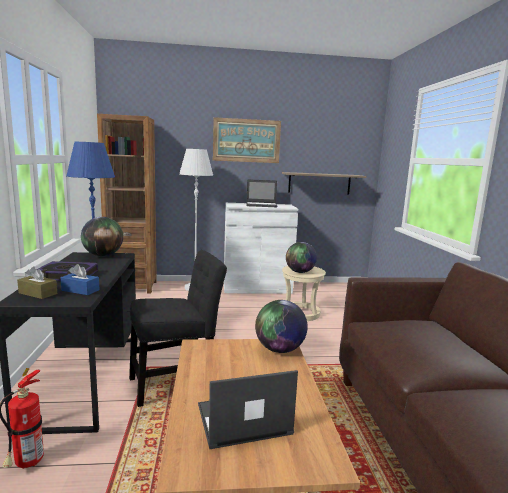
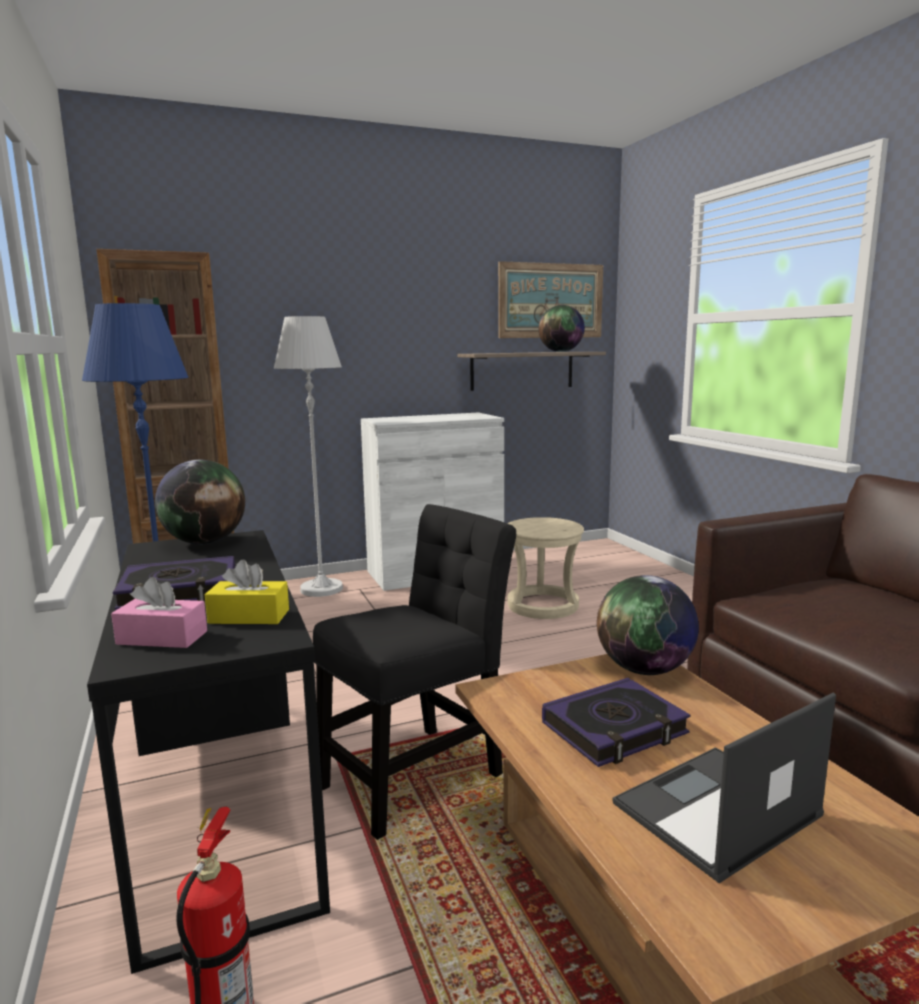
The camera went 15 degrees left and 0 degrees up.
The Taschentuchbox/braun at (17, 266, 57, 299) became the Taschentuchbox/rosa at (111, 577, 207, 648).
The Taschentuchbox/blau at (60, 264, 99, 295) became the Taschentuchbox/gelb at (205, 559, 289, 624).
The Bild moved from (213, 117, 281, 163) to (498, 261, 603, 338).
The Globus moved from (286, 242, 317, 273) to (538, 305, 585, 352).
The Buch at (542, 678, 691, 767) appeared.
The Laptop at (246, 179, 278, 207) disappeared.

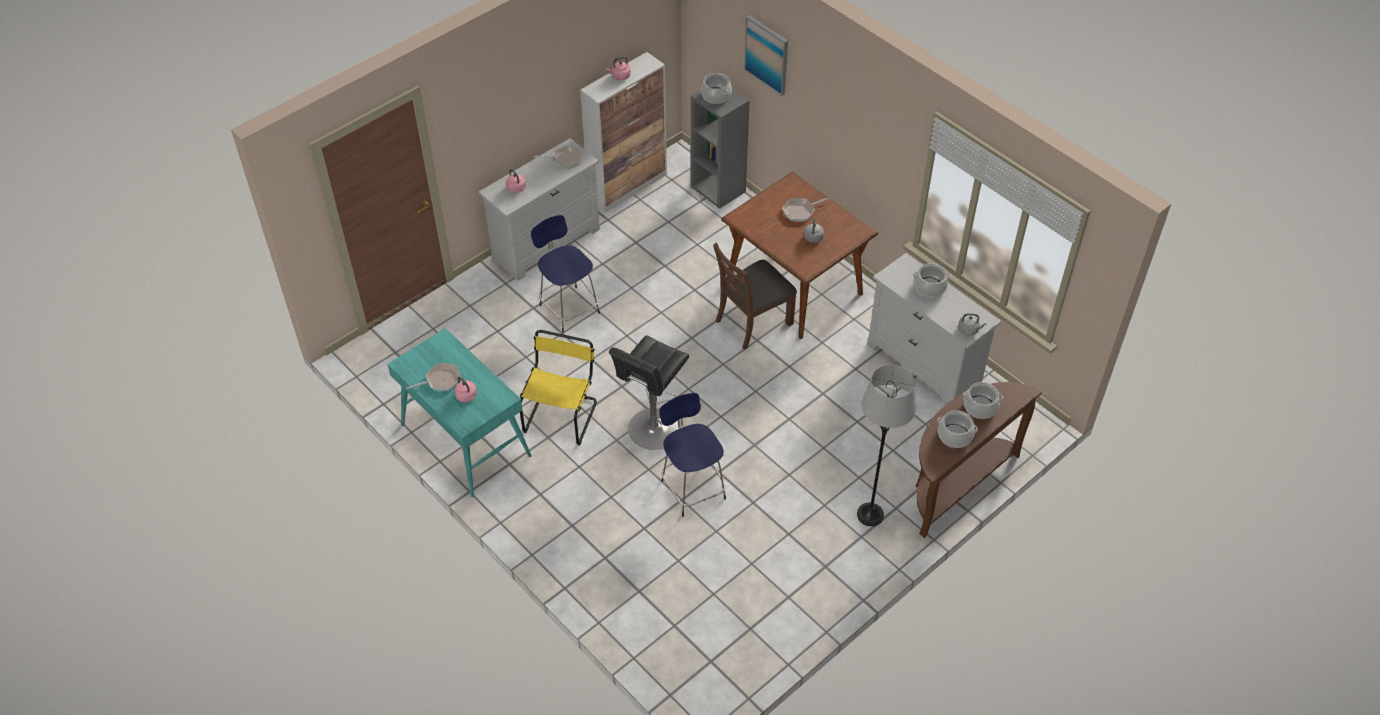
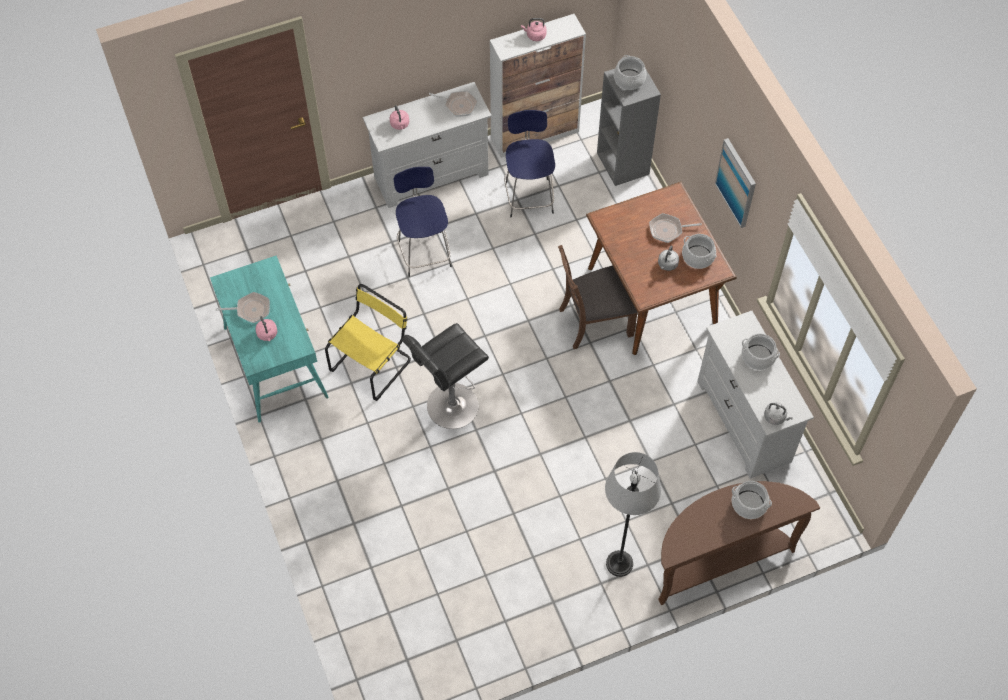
The camera went 20 degrees right and 10 degrees up.
The Hocker/blau moved from (659, 393, 726, 517) to (504, 110, 555, 217).
The Kochtopf moved from (937, 410, 978, 448) to (682, 234, 717, 269).
The Bild moved from (744, 15, 788, 96) to (715, 138, 756, 228).

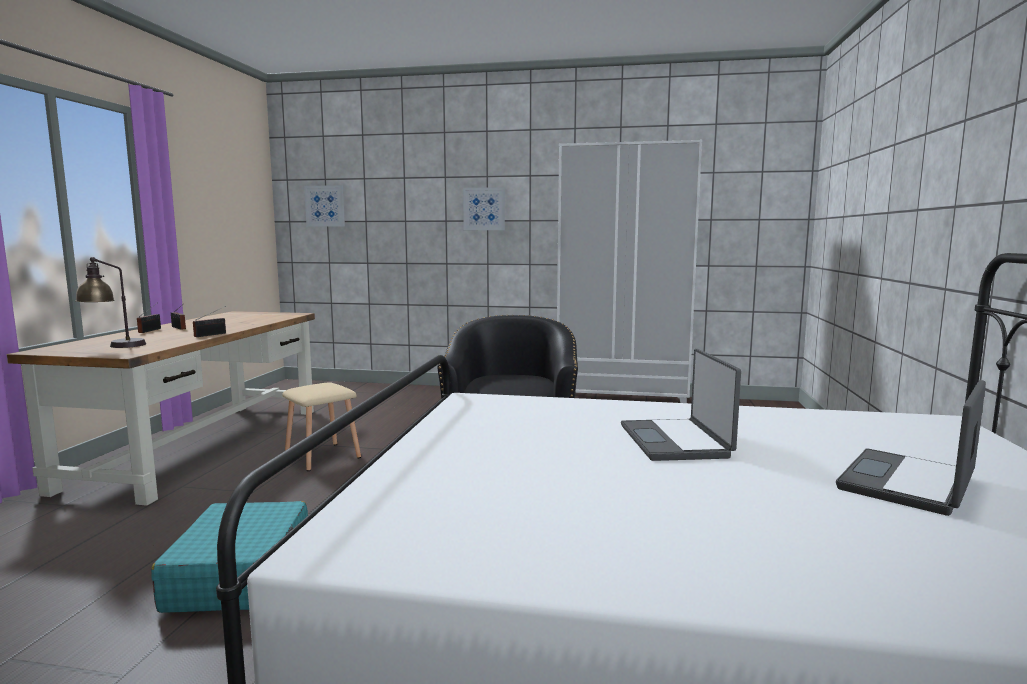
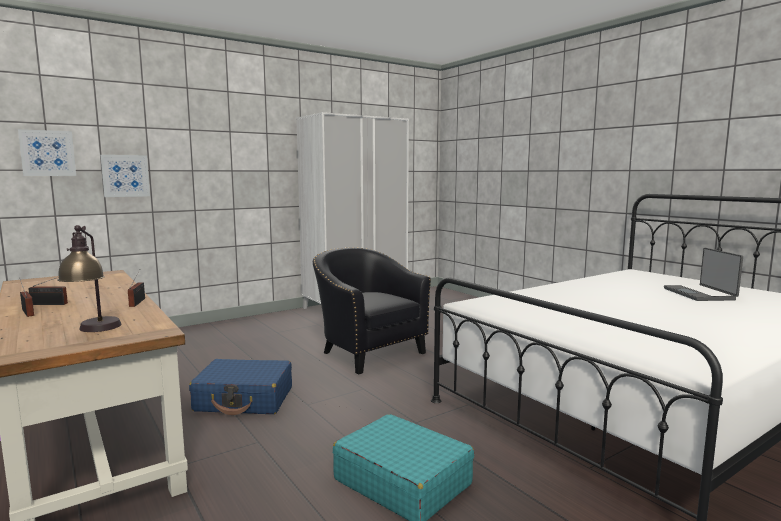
The camera went 45 degrees left and 0 degrees up.
The Bild moved from (463, 187, 505, 230) to (100, 155, 150, 197).
The Hocker/beige at (282, 382, 361, 471) was replaced by the Koffer/blau at (189, 359, 292, 415).
The Laptop at (621, 349, 741, 461) disappeared.

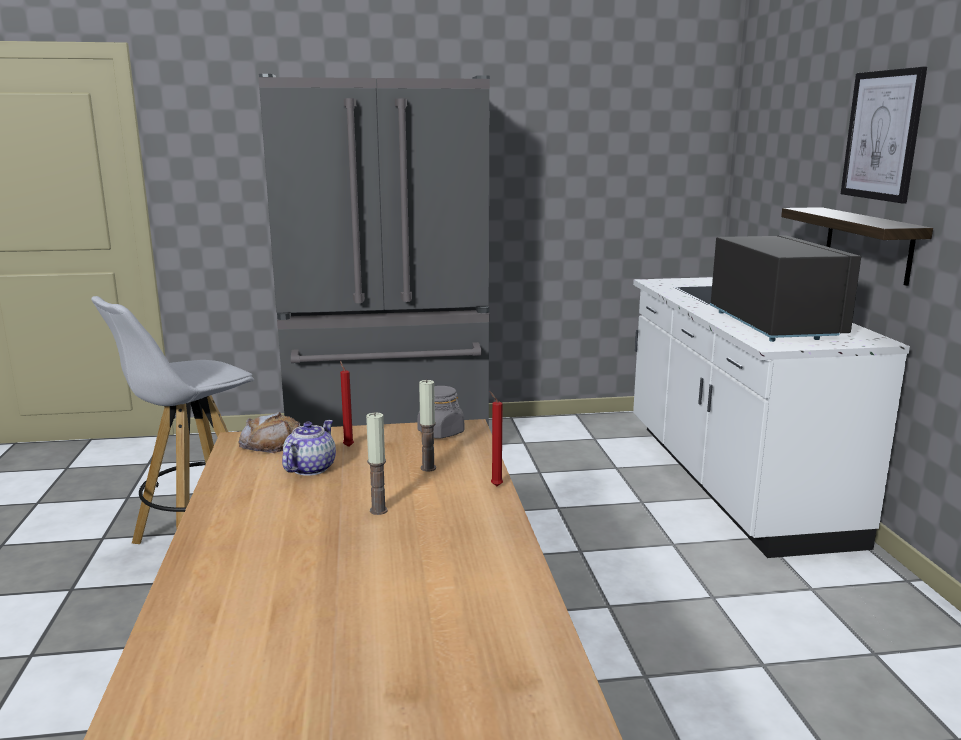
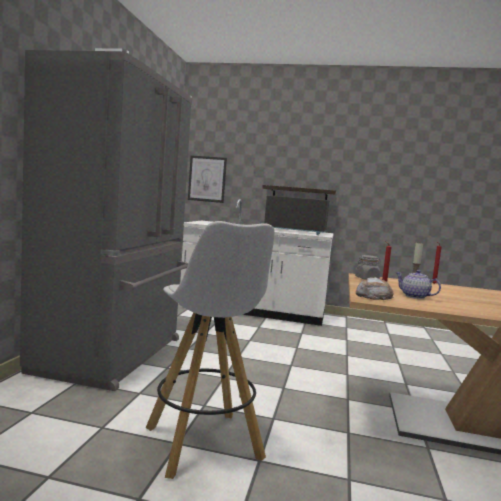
The camera went 70 degrees left and 10 degrees down.
The Bild moved from (841, 67, 927, 203) to (188, 155, 227, 203).
The Kerze at (366, 412, 388, 515) disappeared.

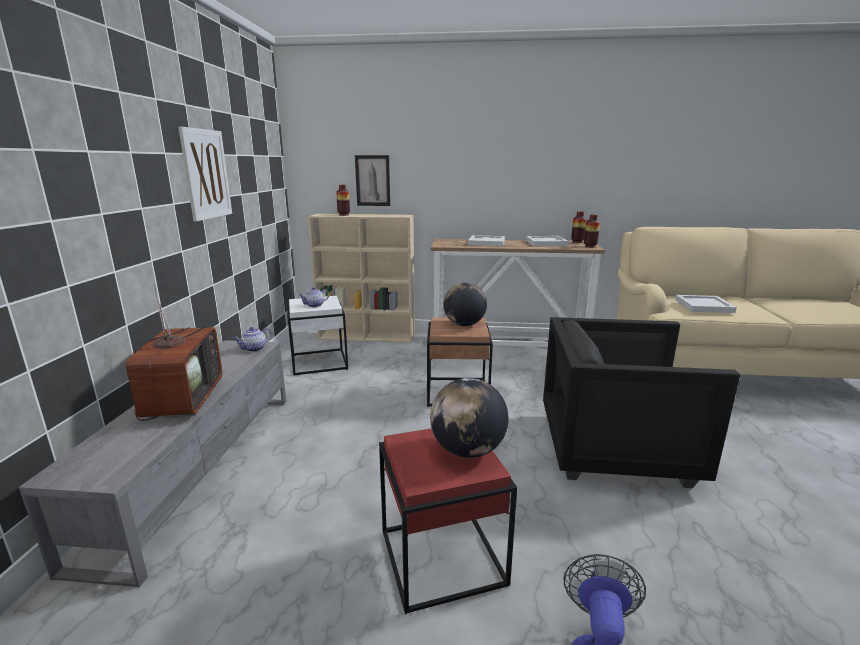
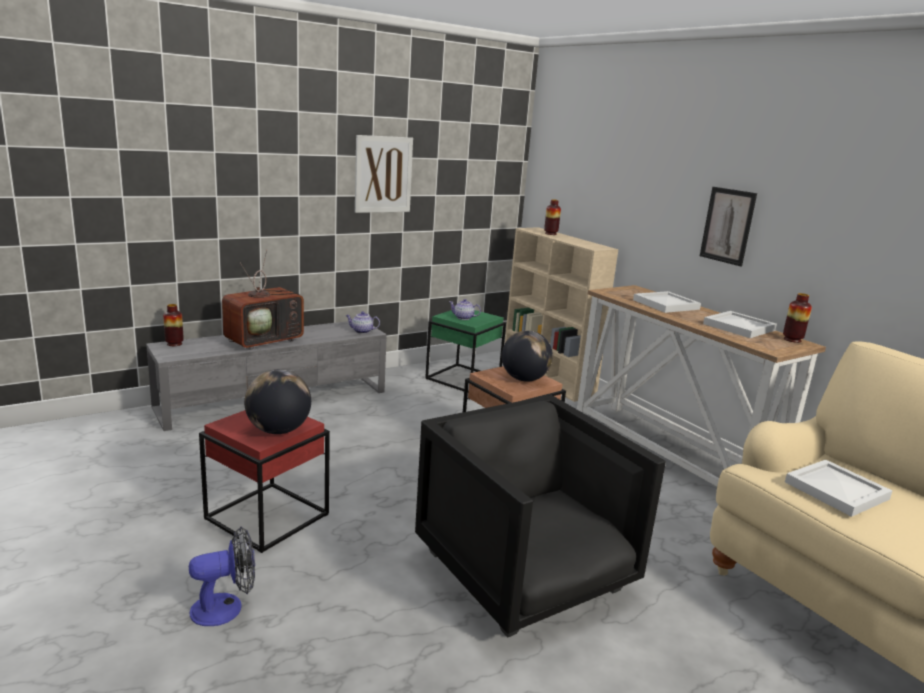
The camera went 50 degrees right and 0 degrees up.
The Vase moved from (584, 214, 600, 248) to (163, 304, 184, 346).
The Beistelltisch/weiß at (287, 296, 348, 376) became the Beistelltisch/grün at (425, 310, 506, 391).
The Bild moved from (355, 155, 390, 206) to (700, 187, 757, 266).

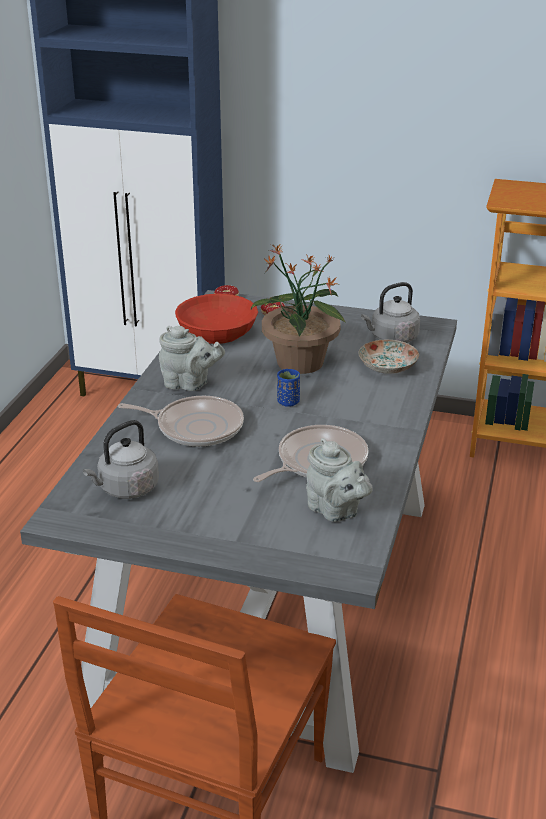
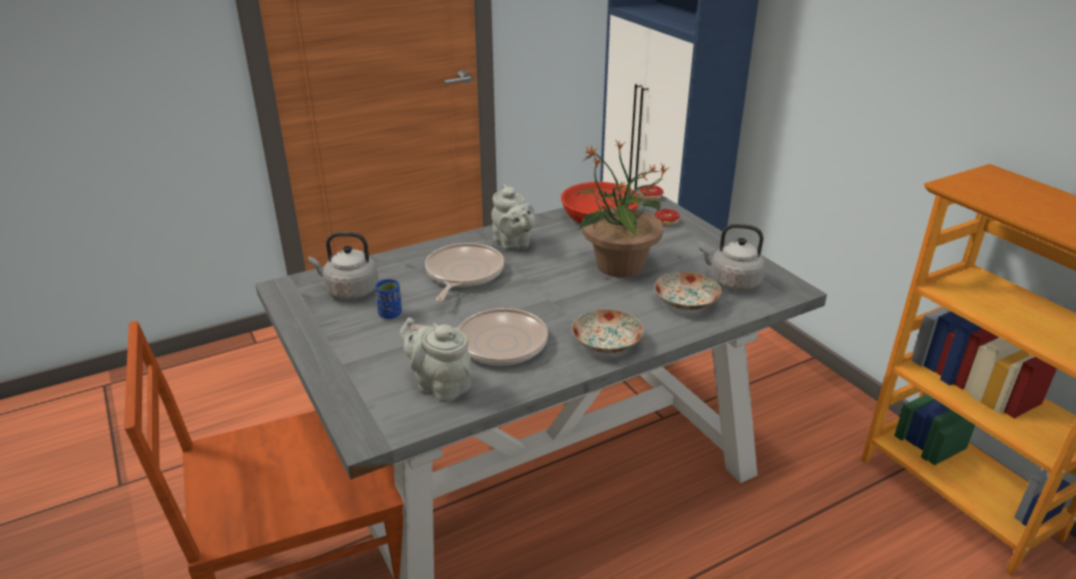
The camera went 45 degrees right and 0 degrees up.
The Tasse/blau moved from (277, 369, 300, 407) to (375, 279, 402, 319).
The Teekanne/grau at (306, 438, 373, 522) turned 120 degrees clockwise.
The Pfanne at (118, 396, 244, 447) turned 135 degrees counterclockwise.
The Teller at (572, 309, 644, 353) appeared.

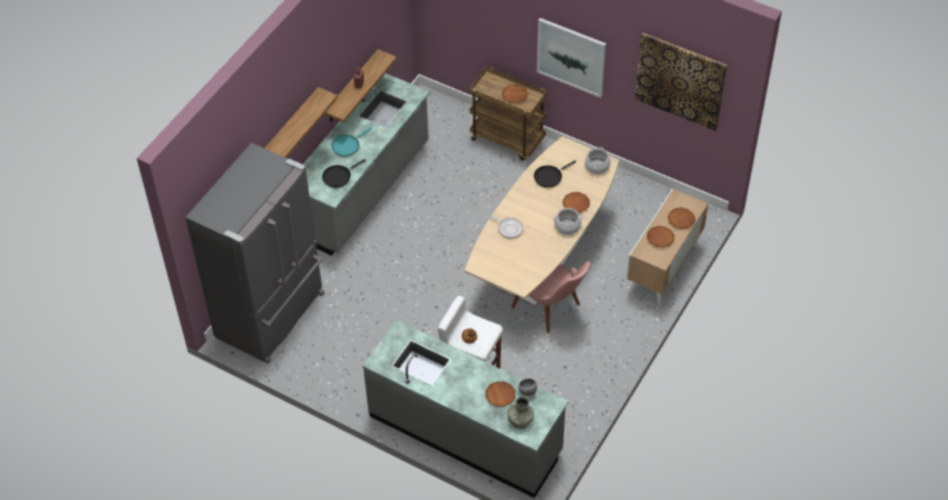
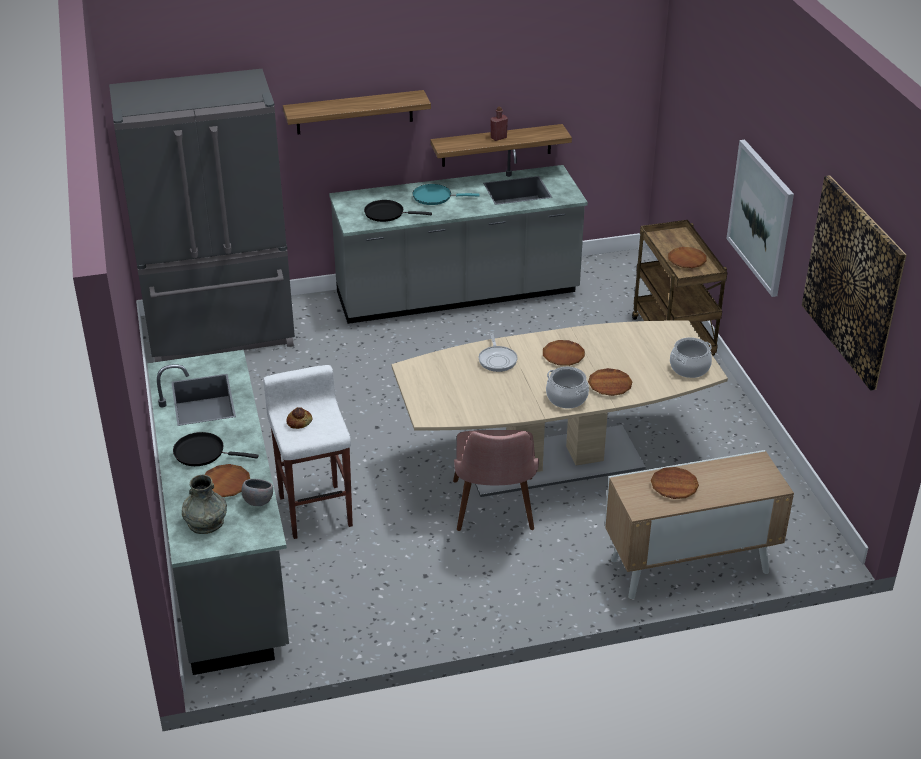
The camera went 45 degrees right and 15 degrees down.
The Pfanne/schwarz moved from (534, 160, 576, 188) to (173, 432, 258, 466).
The Teller/braun moved from (668, 208, 695, 229) to (543, 340, 585, 366).

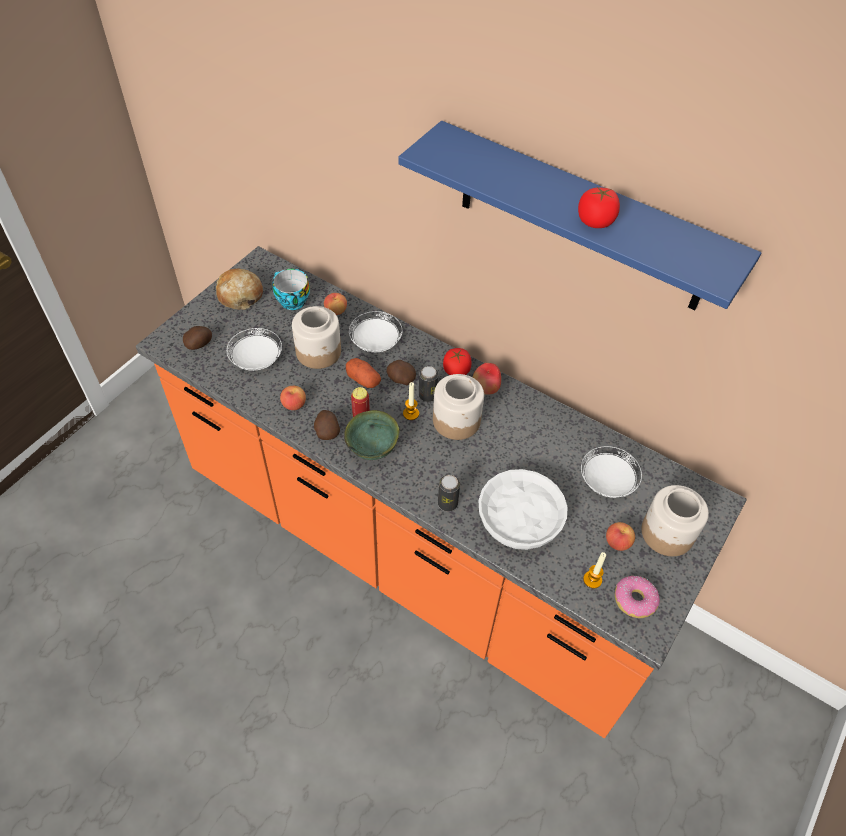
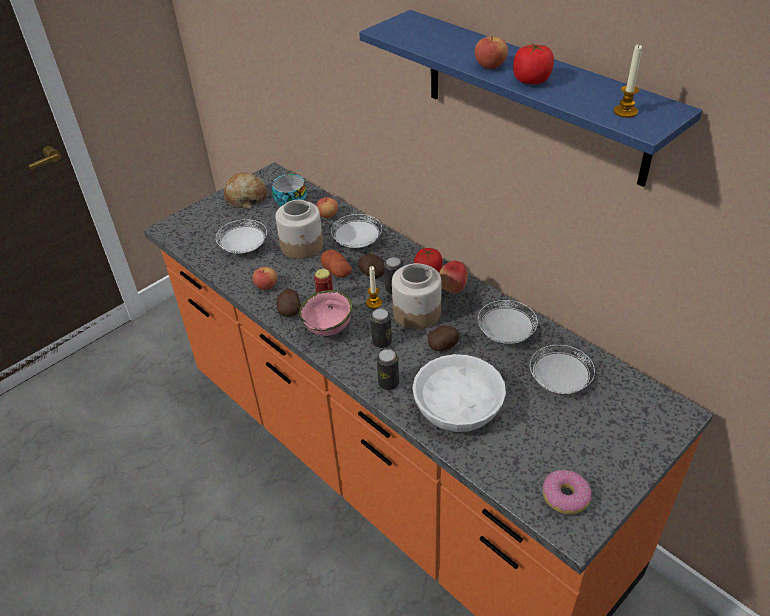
The camera went 15 degrees right and 10 degrees down.
The Schüssel/grün at (344, 410, 399, 460) became the Schüssel/rosa at (299, 290, 353, 336).
The Dose at (370, 309, 392, 348) appeared.
The Kartoffel moved from (183, 326, 212, 350) to (428, 325, 460, 351).
The Apfel moved from (606, 522, 635, 551) to (475, 35, 508, 69).
The Teller/weiß at (478, 300, 538, 344) appeared.
The Kerze moved from (583, 552, 606, 588) to (614, 45, 642, 118).
The Vorratsglas at (641, 485, 709, 556) disappeared.

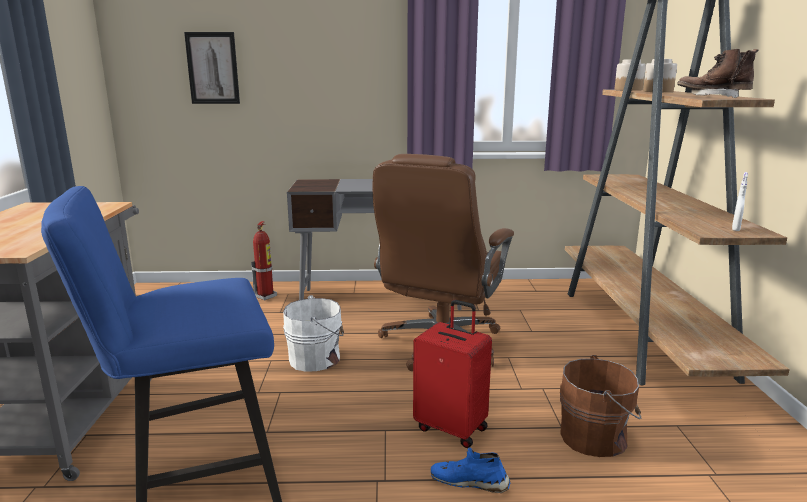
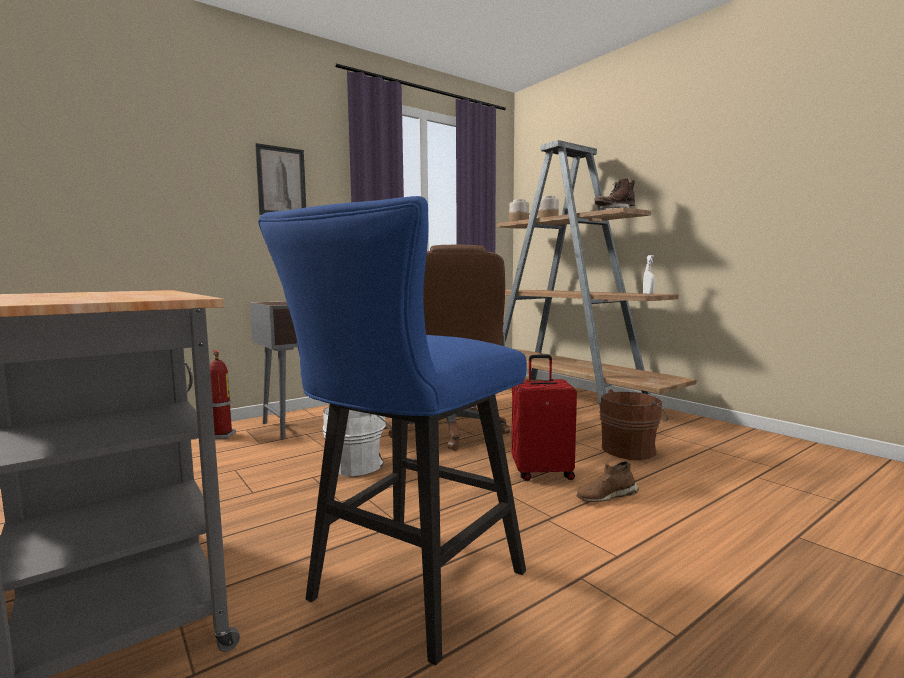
The camera went 35 degrees left and 10 degrees down.
The Bild moved from (184, 32, 240, 104) to (255, 143, 306, 215).
The Schuh/blau at (431, 447, 510, 493) became the Schuh/braun at (577, 461, 639, 502).

